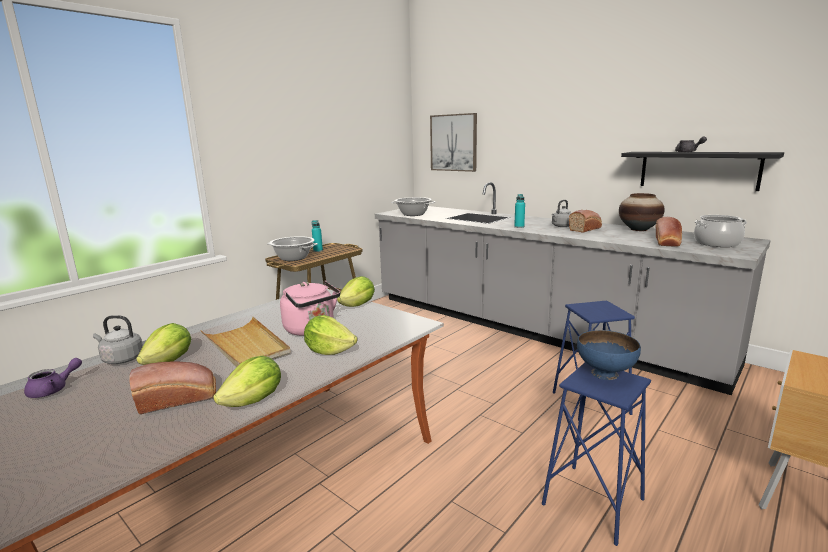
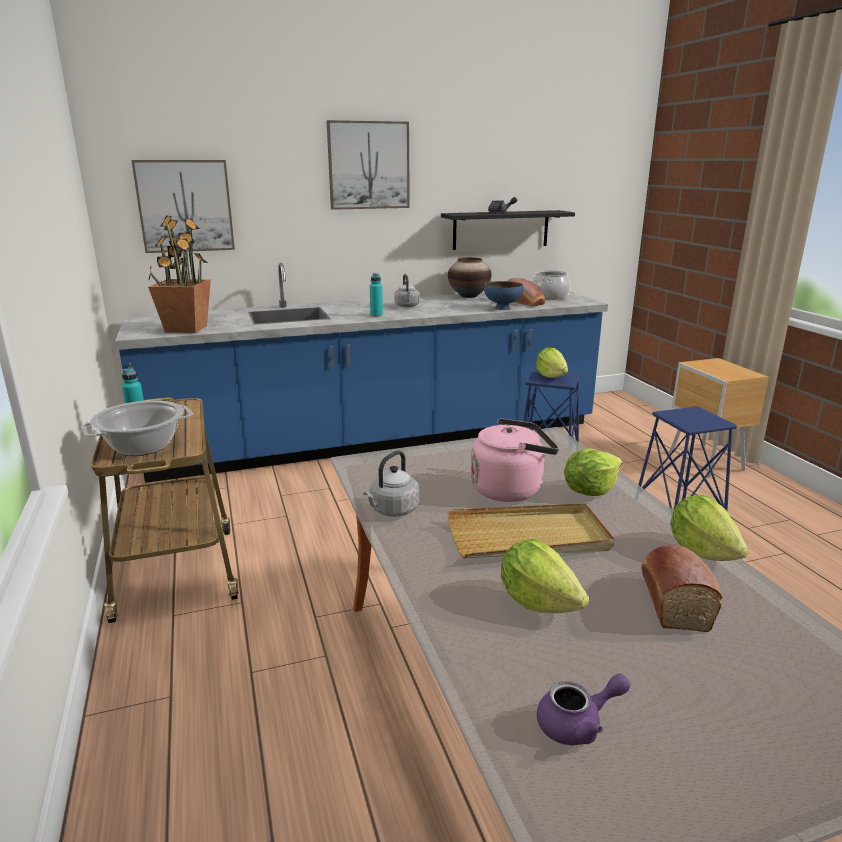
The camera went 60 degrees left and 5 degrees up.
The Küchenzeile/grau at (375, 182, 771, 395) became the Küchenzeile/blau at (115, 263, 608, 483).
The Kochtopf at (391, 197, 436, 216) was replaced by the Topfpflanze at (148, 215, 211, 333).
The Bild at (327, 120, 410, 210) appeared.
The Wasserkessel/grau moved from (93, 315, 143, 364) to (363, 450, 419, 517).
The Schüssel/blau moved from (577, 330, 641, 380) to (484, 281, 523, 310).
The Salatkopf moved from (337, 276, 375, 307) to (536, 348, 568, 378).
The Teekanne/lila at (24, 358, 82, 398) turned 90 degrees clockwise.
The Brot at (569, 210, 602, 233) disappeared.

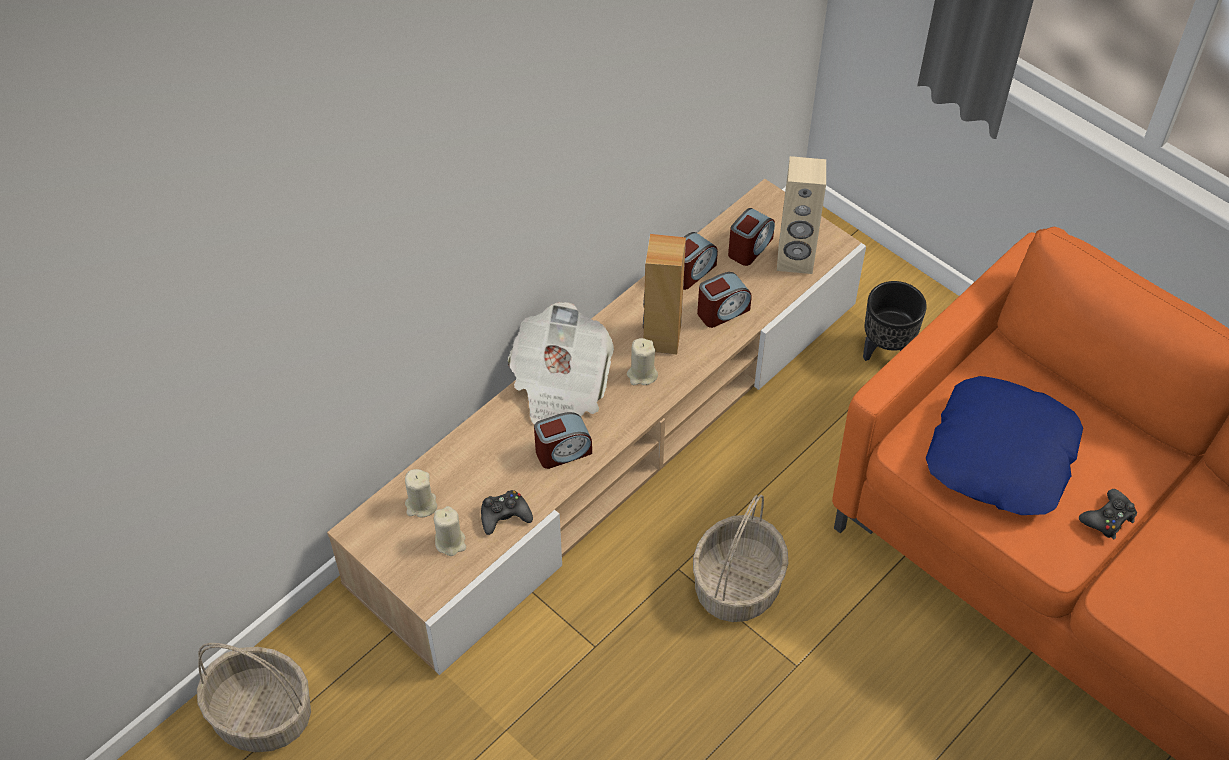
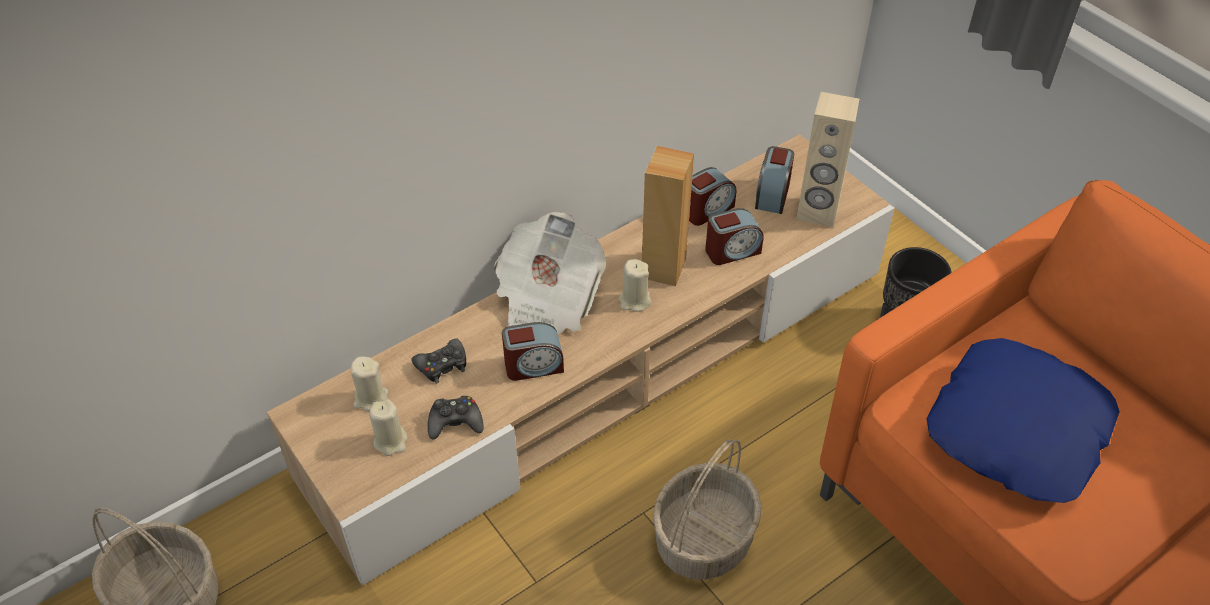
The camera went 10 degrees right and 5 degrees down.
The Gamepad/schwarz moved from (1079, 489, 1137, 539) to (411, 338, 466, 384).
The Wecker at (728, 208, 775, 266) turned 150 degrees clockwise.

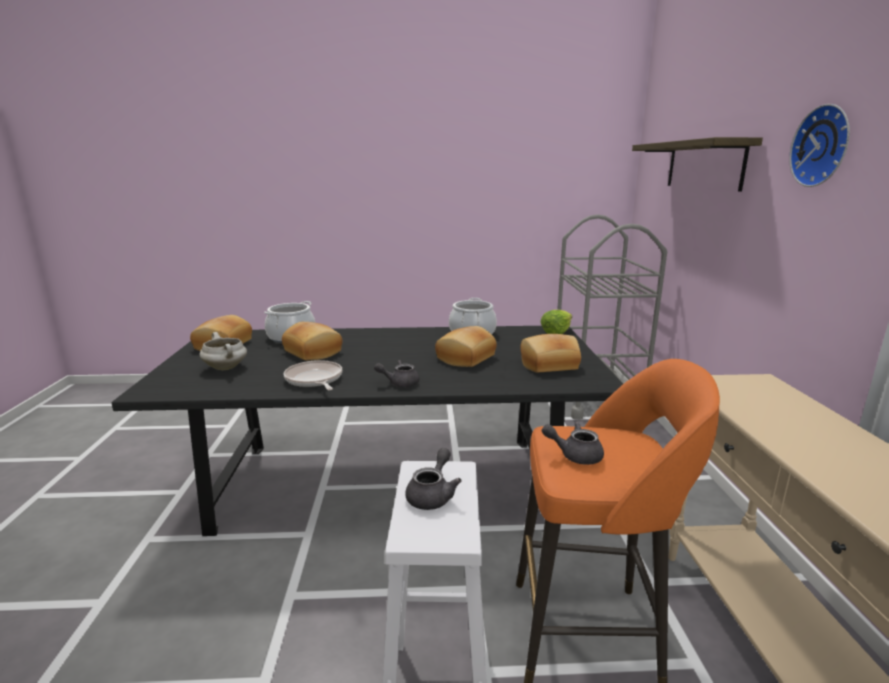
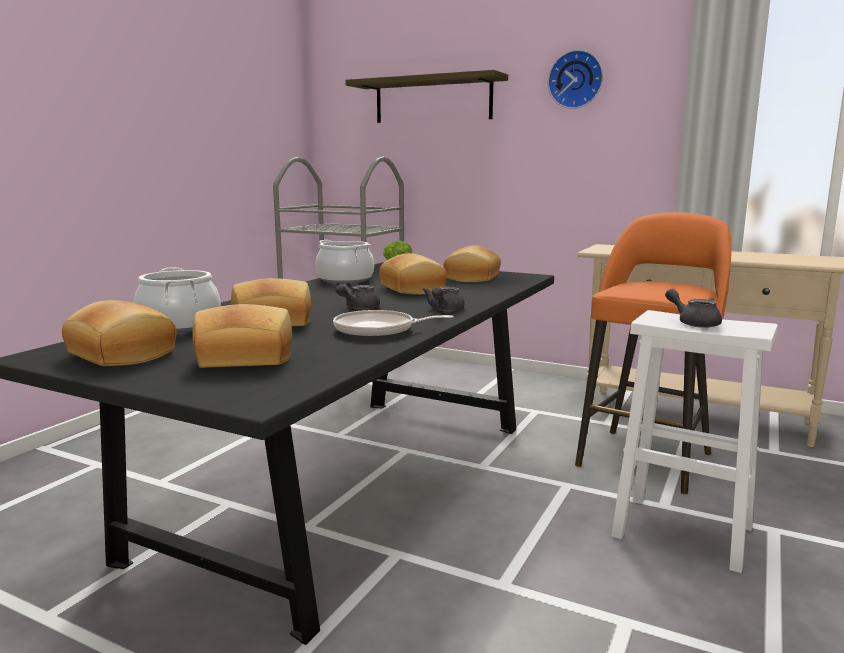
The camera went 60 degrees left and 5 degrees down.
The Kochtopf/weiß at (200, 332, 247, 370) was replaced by the Brot at (192, 304, 292, 368).
The Teekanne/grau moved from (542, 422, 604, 465) to (335, 284, 380, 309).

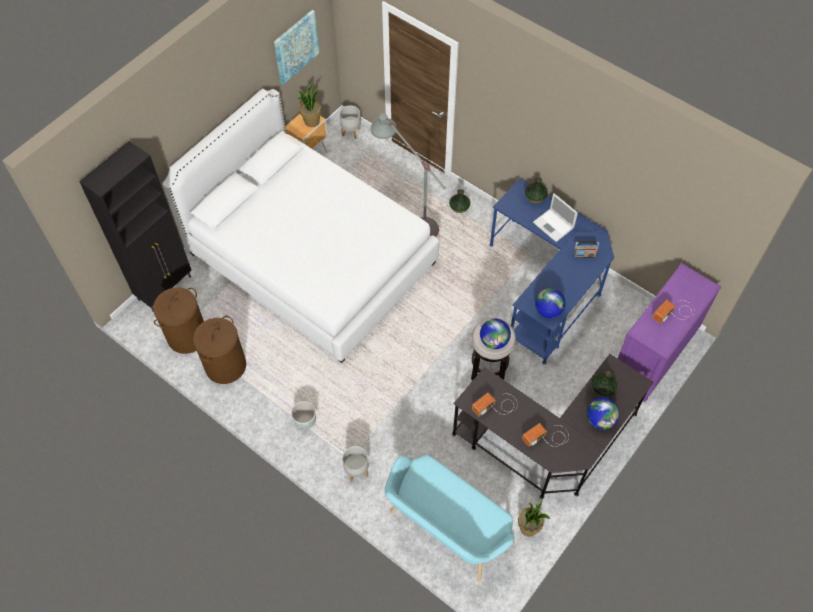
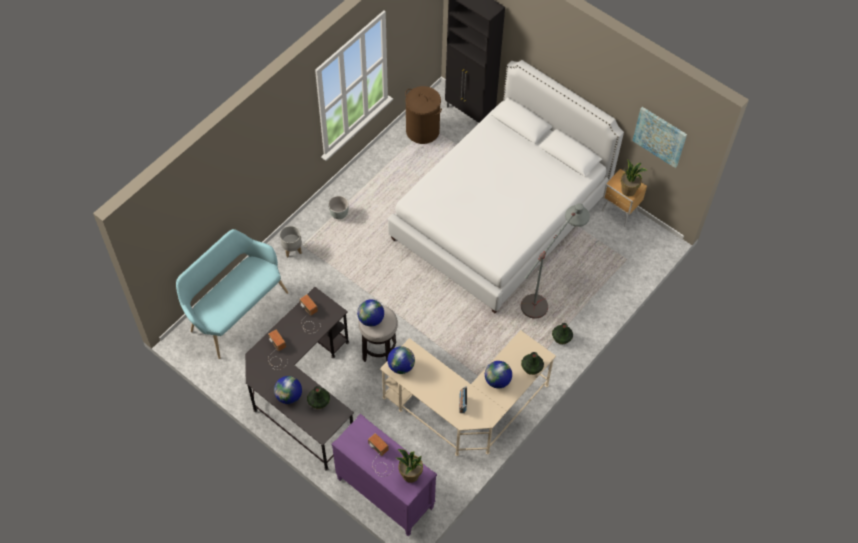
The camera went 90 degrees right and 0 degrees up.
The Schreibtisch/blau at (489, 178, 614, 365) became the Schreibtisch/beige at (380, 330, 556, 456).
The Topfpflanze moved from (518, 500, 550, 536) to (395, 449, 423, 483).
The Laptop at (533, 193, 578, 242) was replaced by the Globus at (485, 361, 512, 388).
The Wäschekorb/braun at (193, 316, 246, 384) disappeared.
The Pflanzkübel/grau at (340, 105, 361, 139) disappeared.

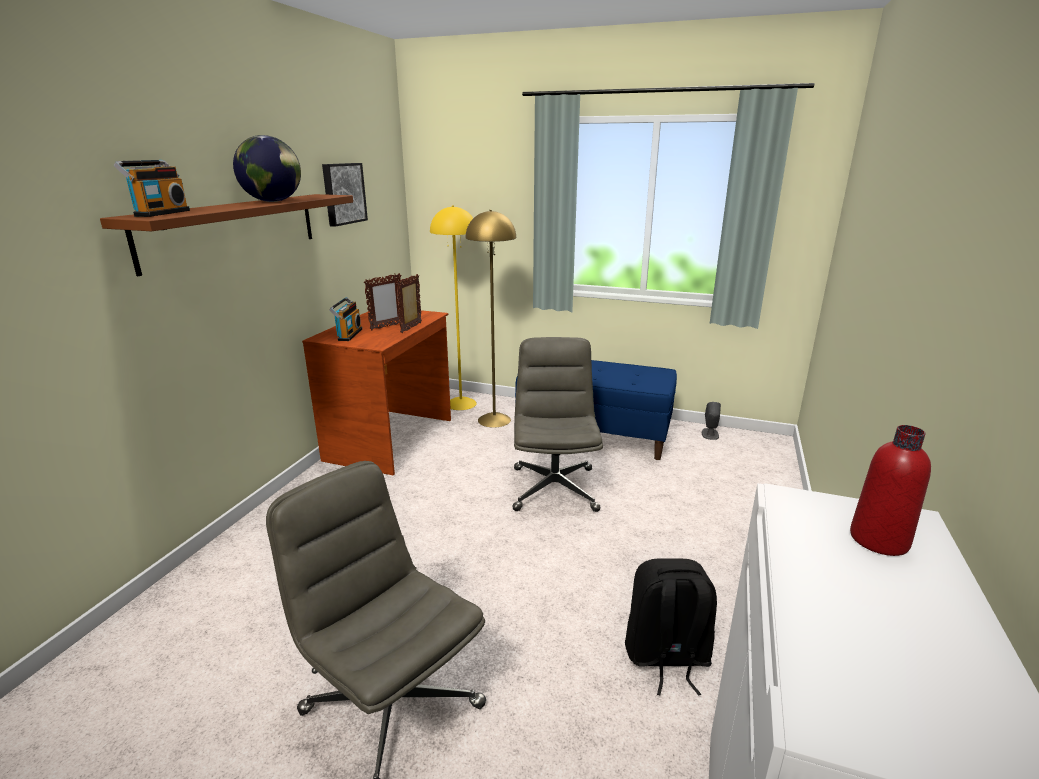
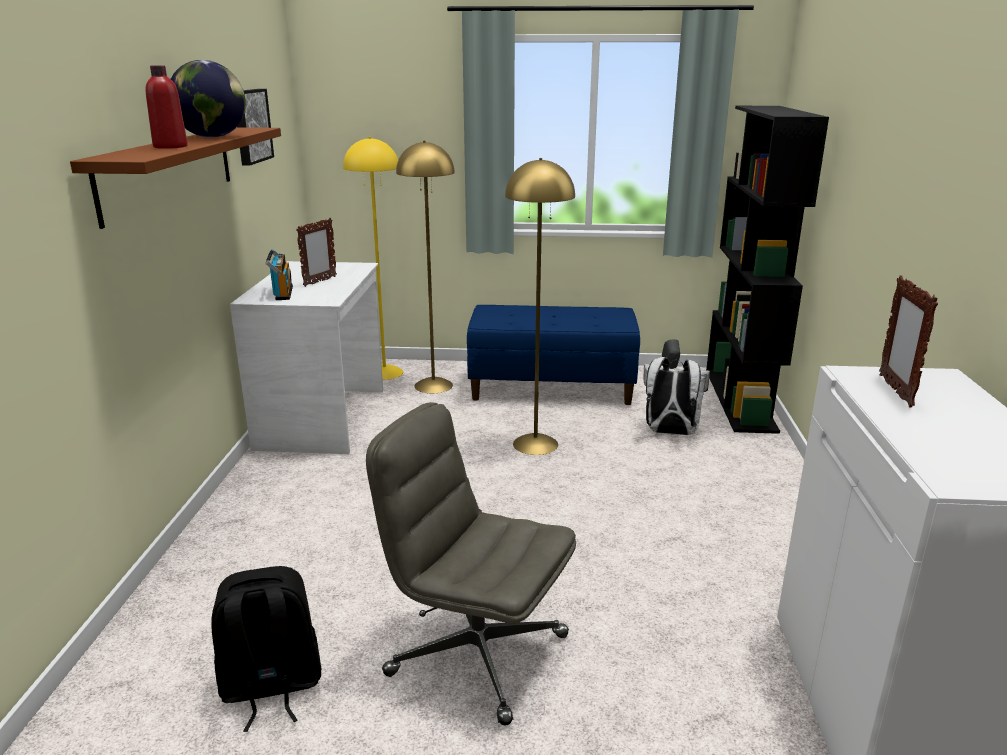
The camera went 15 degrees left and 0 degrees up.
The Flasche/rot moved from (850, 425, 931, 556) to (145, 66, 188, 149).
The Rucksack/schwarz moved from (625, 558, 717, 696) to (211, 566, 321, 732).
The Schreibtisch/braun at (302, 310, 451, 475) became the Schreibtisch/weiß at (230, 261, 383, 454).
The Bürostuhl/grau at (512, 337, 603, 512) was replaced by the Stehlampe/gelb at (505, 158, 575, 455).
The Rucksack/weiß at (644, 357, 710, 435) appeared.
The Bücherregal/schwarz at (706, 106, 829, 434) appeared.
The Bilderrahmen moved from (396, 274, 422, 333) to (879, 275, 938, 408).
The Radio at (113, 160, 190, 217) disappeared.

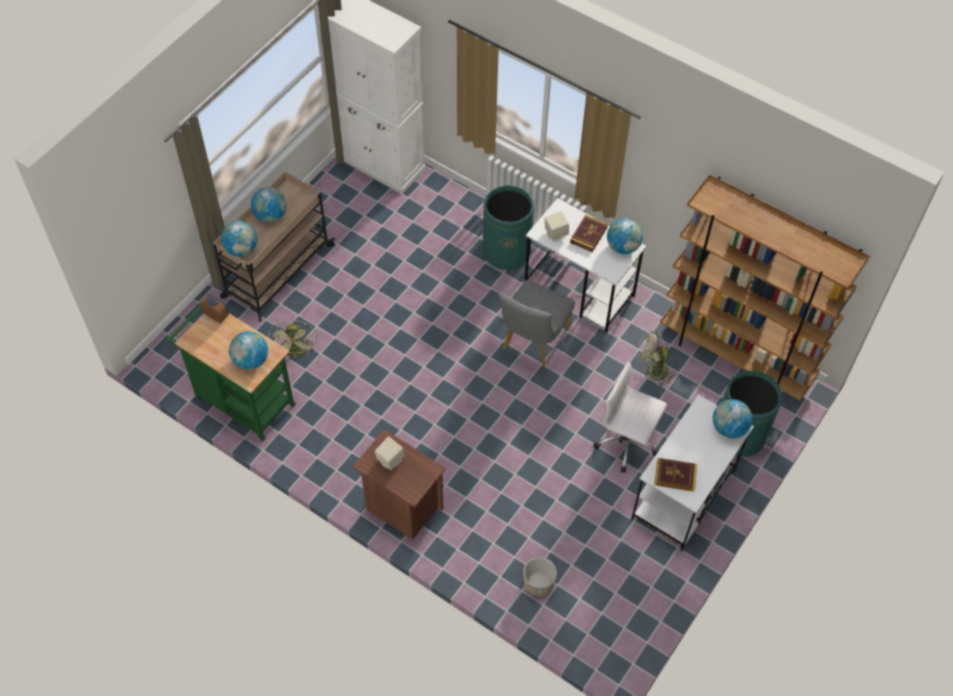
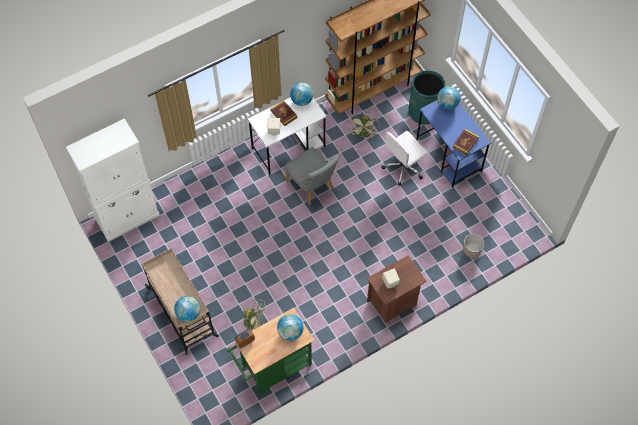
The camera went 65 degrees left and 5 degrees up.
The Schreibtisch/weiß at (631, 395, 754, 551) became the Schreibtisch/blau at (416, 100, 491, 188).
The Globus at (251, 187, 286, 222) disappeared.
The Mülleimer/grün at (483, 185, 534, 270) disappeared.

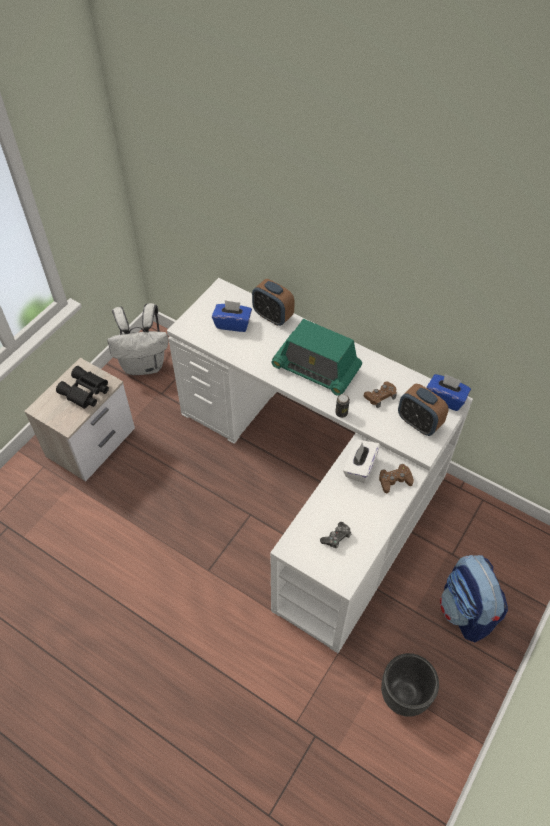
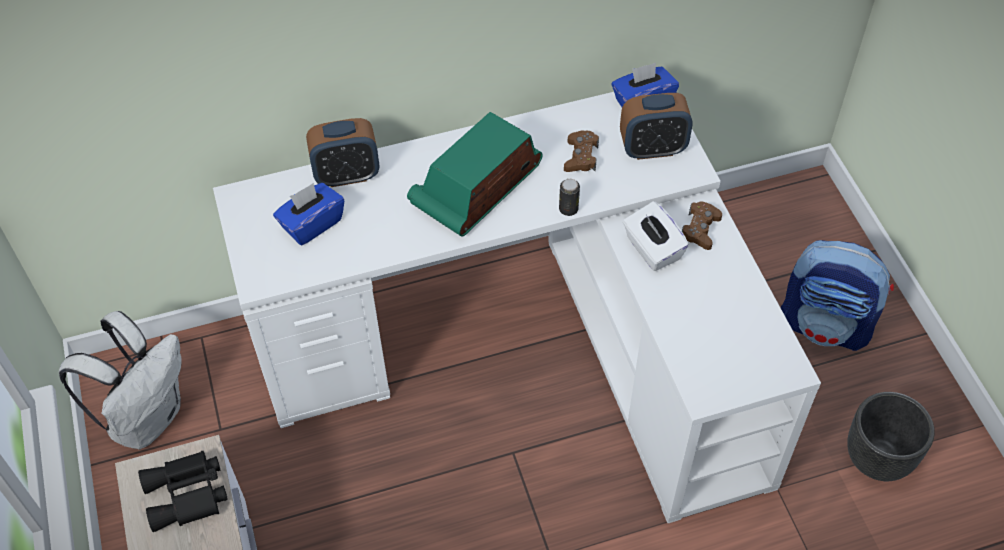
The camera went 50 degrees left and 0 degrees up.
The Radio at (271, 319, 362, 396) turned 150 degrees clockwise.
The Gamepad at (320, 522, 351, 548) disappeared.

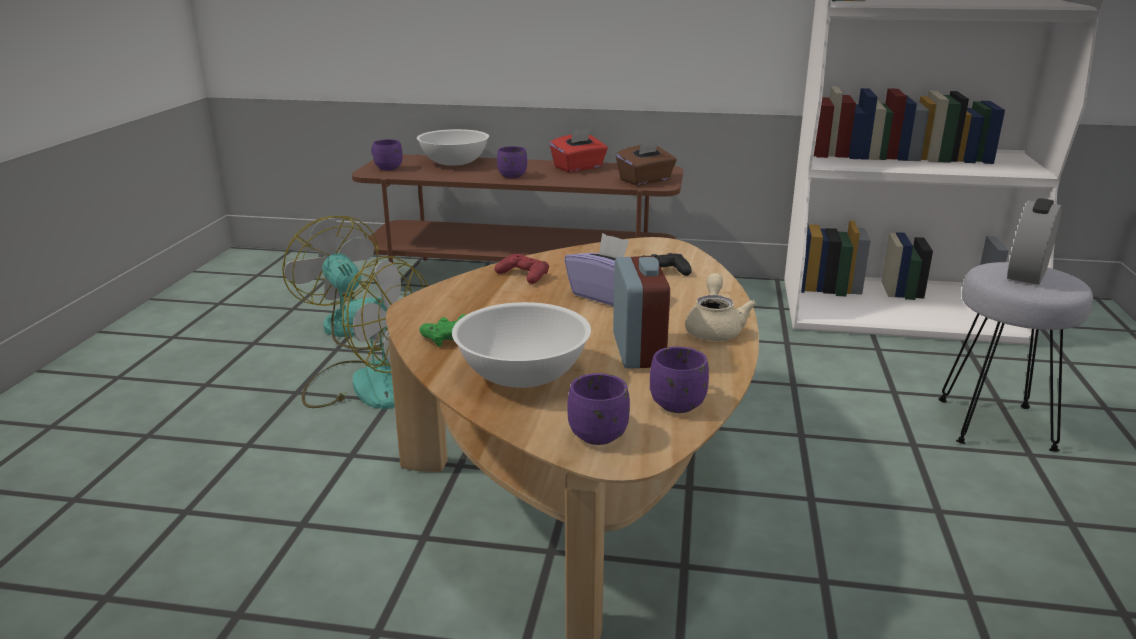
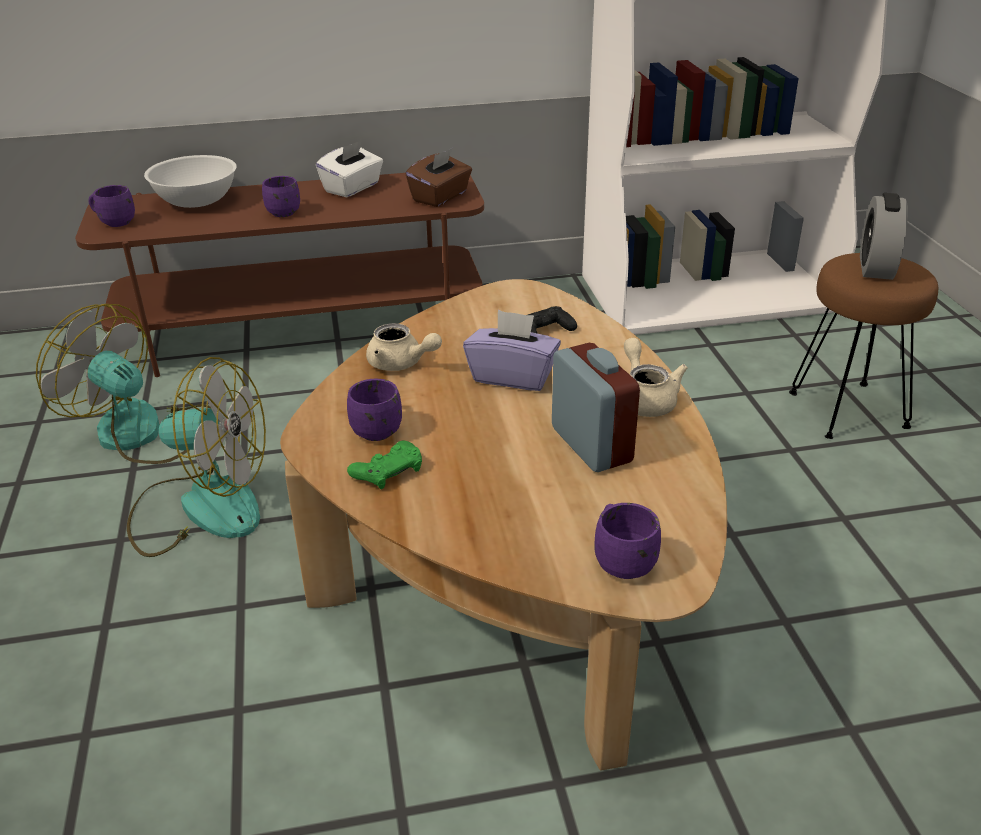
The camera went 20 degrees left and 10 degrees up.
The Taschentuchbox/rot at (550, 128, 608, 172) became the Taschentuchbox/weiß at (316, 140, 383, 197).
The Henkelbecher/lila moved from (650, 346, 709, 413) to (347, 379, 402, 441).
The Gamepad/rot at (495, 254, 549, 284) was replaced by the Teekanne/beige at (366, 323, 442, 371).
The Hocker/grau at (938, 262, 1093, 452) became the Hocker/braun at (789, 253, 938, 439).
The Schüssel/weiß at (452, 302, 591, 388) disappeared.

